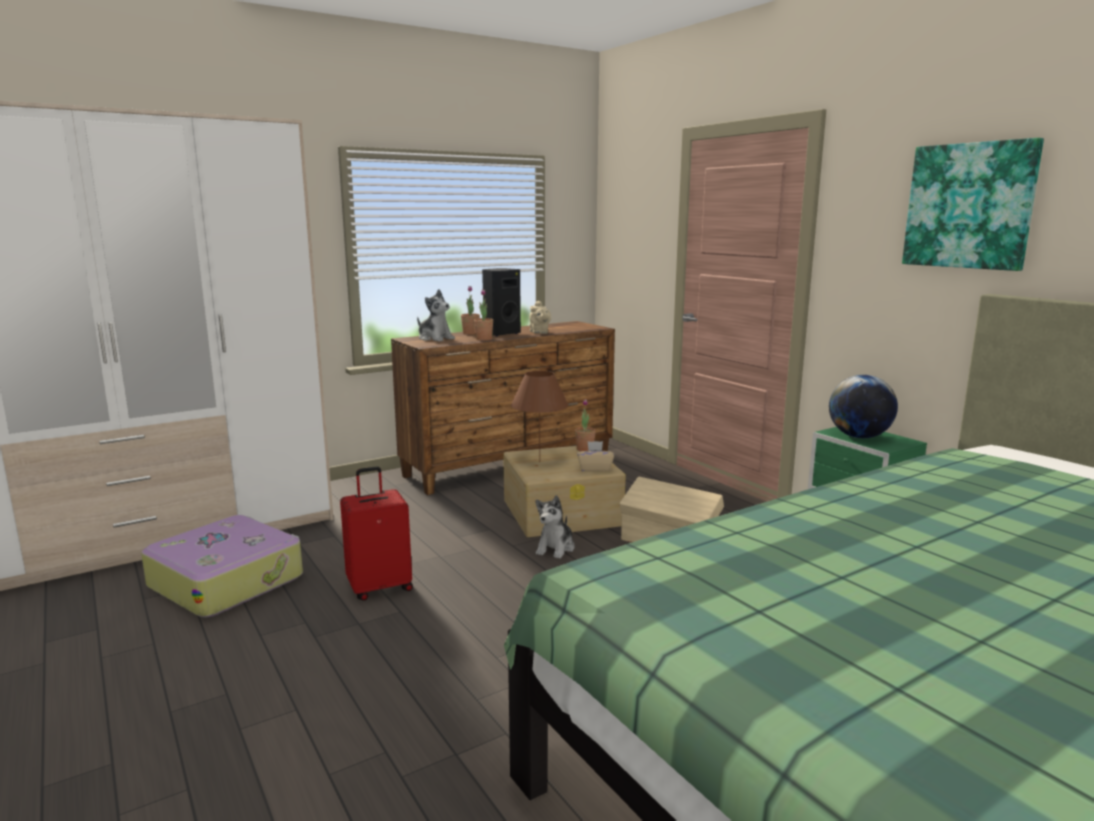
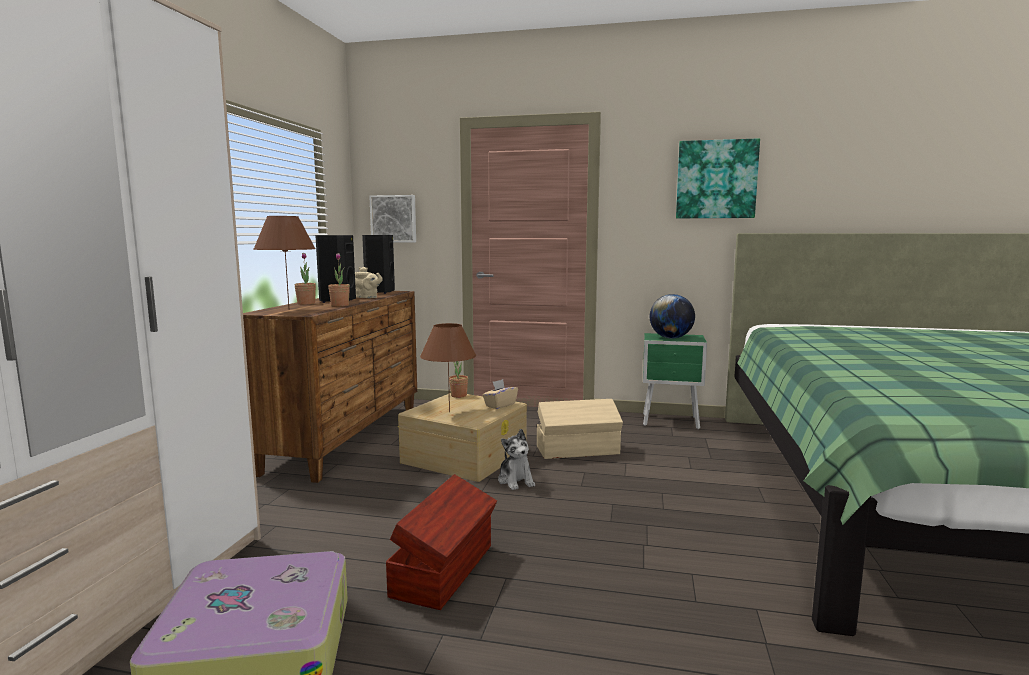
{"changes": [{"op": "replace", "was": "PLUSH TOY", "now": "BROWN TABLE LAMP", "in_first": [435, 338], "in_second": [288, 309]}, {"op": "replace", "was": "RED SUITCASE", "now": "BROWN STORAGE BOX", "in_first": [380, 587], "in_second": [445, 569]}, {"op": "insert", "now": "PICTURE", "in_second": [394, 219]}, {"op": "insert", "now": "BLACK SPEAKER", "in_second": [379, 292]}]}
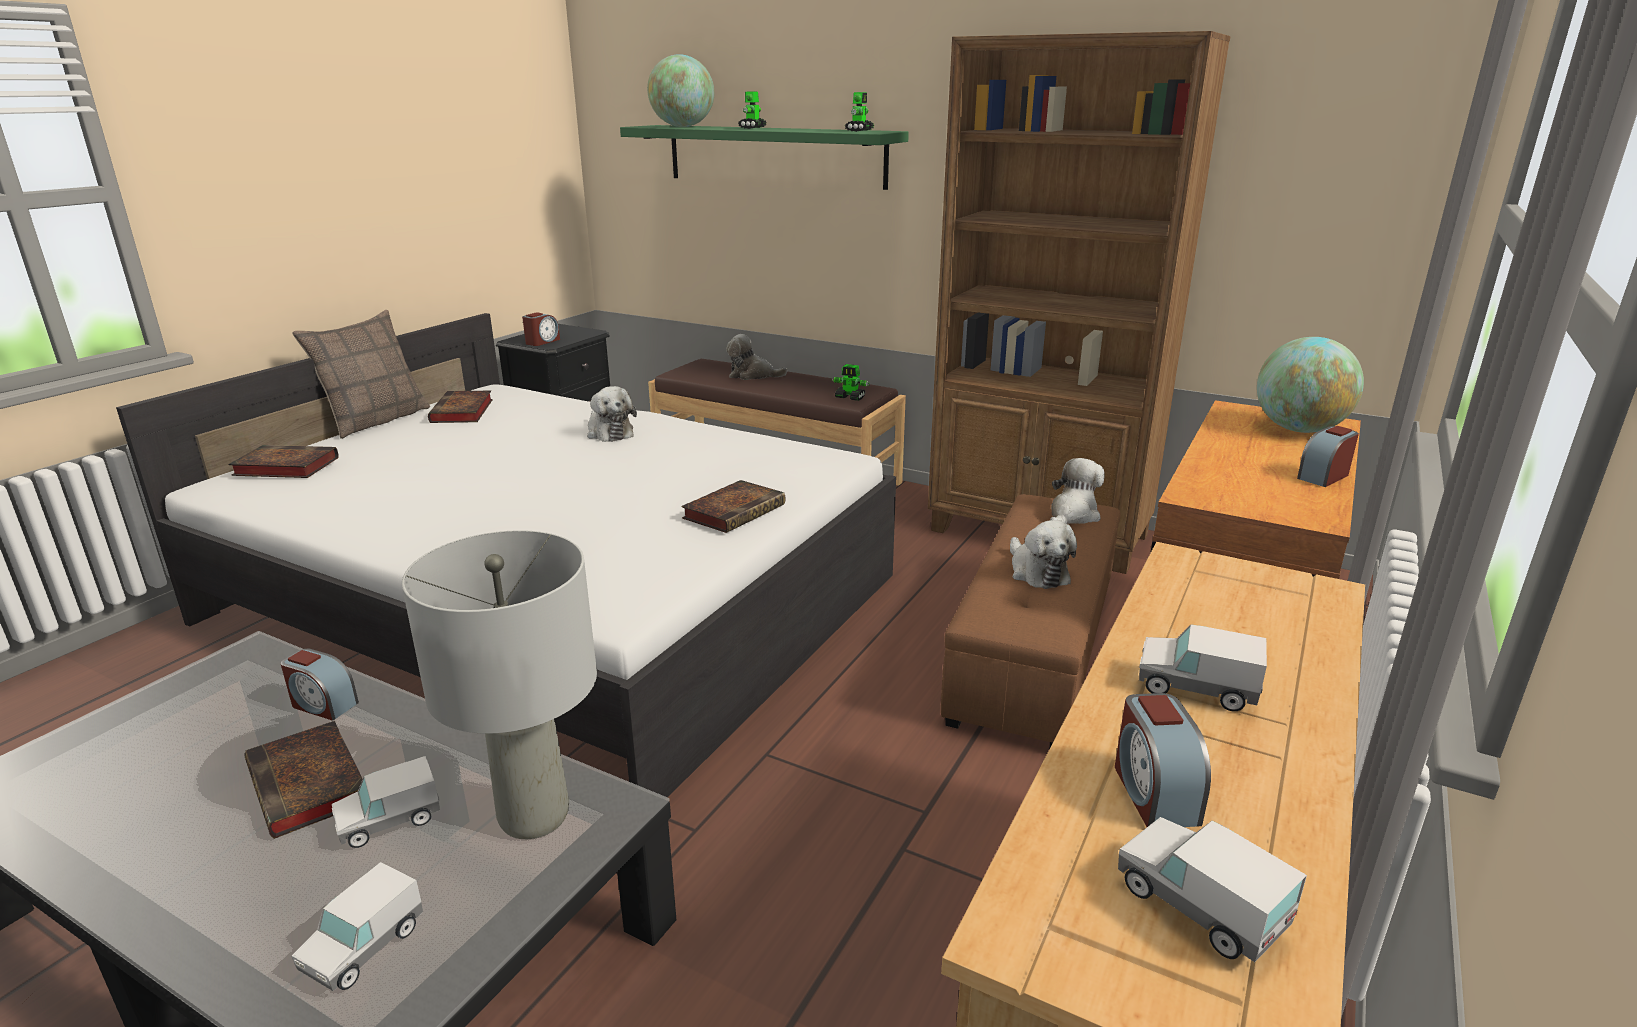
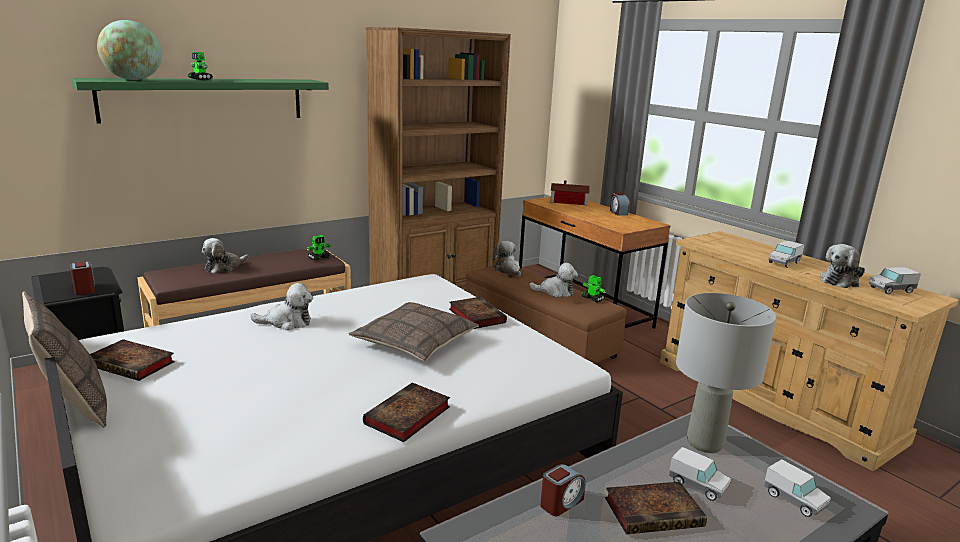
{"changes": [{"op": "move", "was": "TOY ROBOT", "in_first": [859, 131], "in_second": [592, 299]}, {"op": "replace", "was": "GLOBE", "now": "TOY HOUSE", "in_first": [1299, 430], "in_second": [570, 201]}, {"op": "move", "was": "BOOK", "in_first": [283, 467], "in_second": [407, 417]}, {"op": "replace", "was": "ALARM CLOCK", "now": "PLUSH TOY", "in_first": [1153, 792], "in_second": [841, 281]}, {"op": "rotate", "was": "TOY TRUCK", "in_first": [390, 821], "in_second": [697, 485], "clockwise": -45}, {"op": "insert", "now": "PILLOW", "in_second": [414, 342]}]}
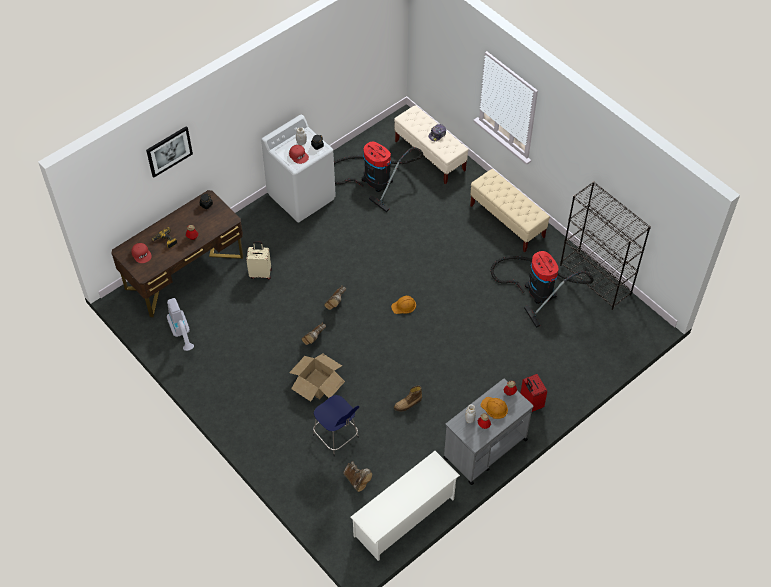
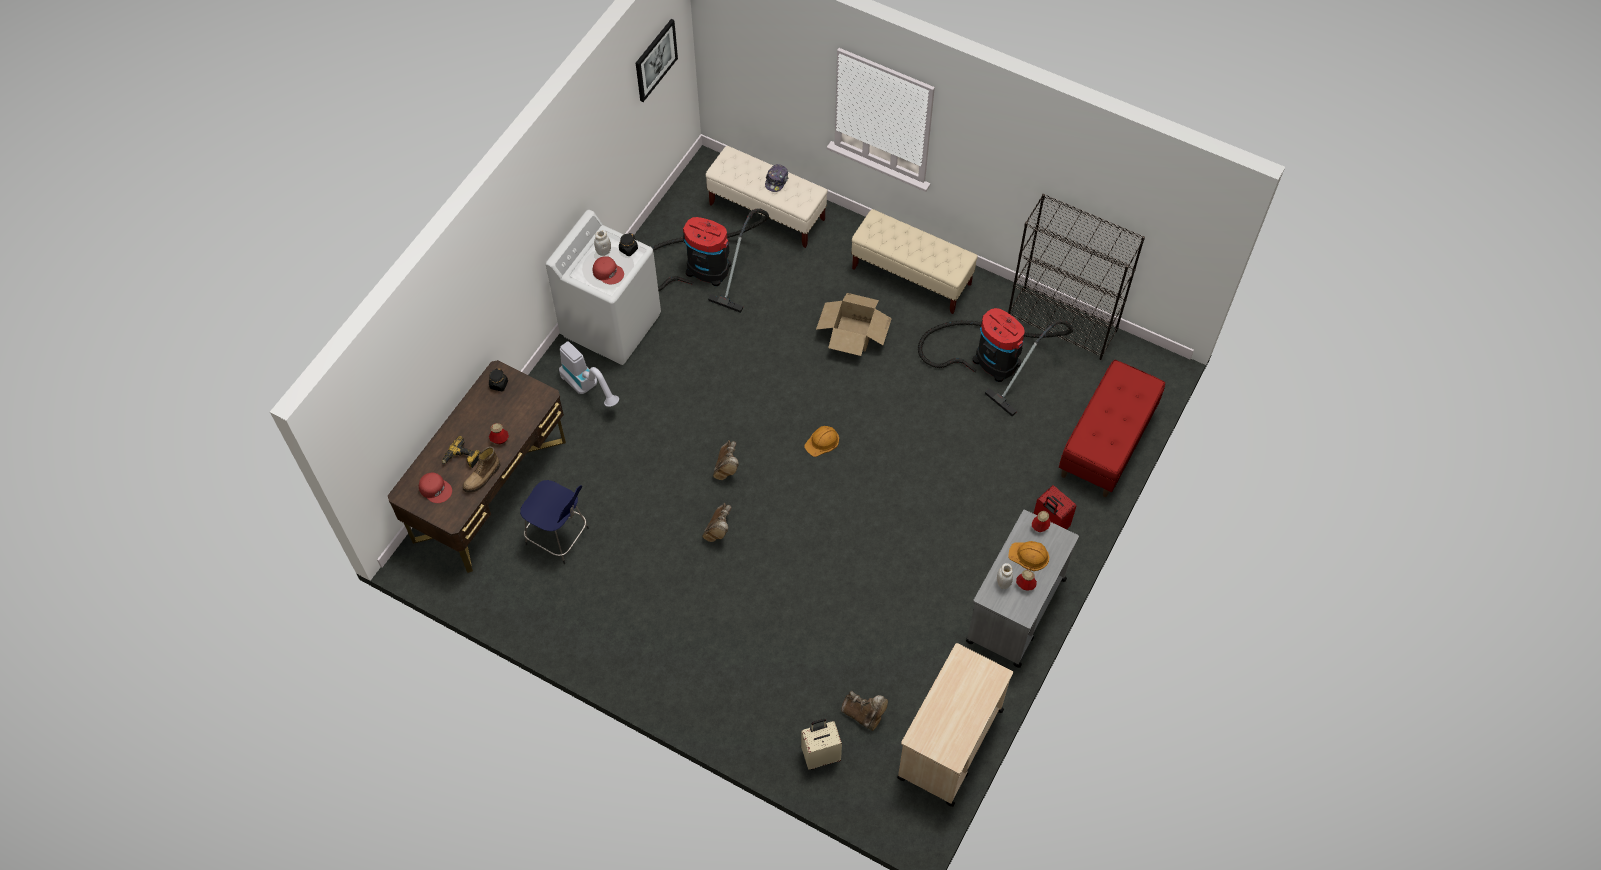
{"changes": [{"op": "move", "was": "PICTURE", "in_first": [169, 151], "in_second": [655, 60]}, {"op": "move", "was": "BEIGE SUITCASE", "in_first": [260, 273], "in_second": [821, 754]}, {"op": "move", "was": "VACUUM CLEANER", "in_first": [182, 334], "in_second": [588, 388]}, {"op": "move", "was": "CARDBOARD BOX", "in_first": [317, 383], "in_second": [853, 333]}, {"op": "move", "was": "BOOT", "in_first": [408, 404], "in_second": [482, 477]}, {"op": "move", "was": "BLUE STOOL", "in_first": [336, 437], "in_second": [559, 537]}, {"op": "replace", "was": "WHITE SHOE RACK", "now": "BEIGE CART", "in_first": [404, 517], "in_second": [949, 744]}, {"op": "insert", "now": "RED BENCH", "in_second": [1107, 443]}]}
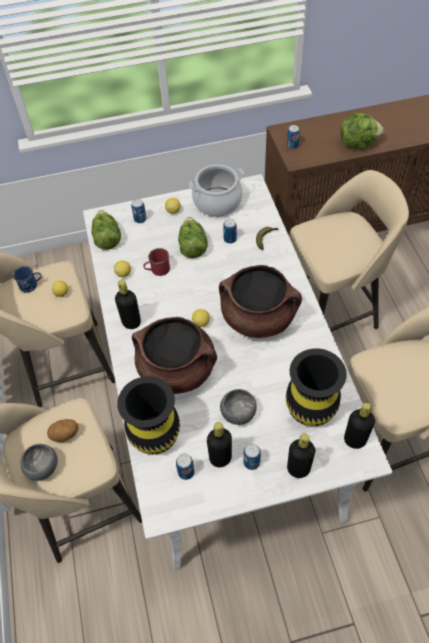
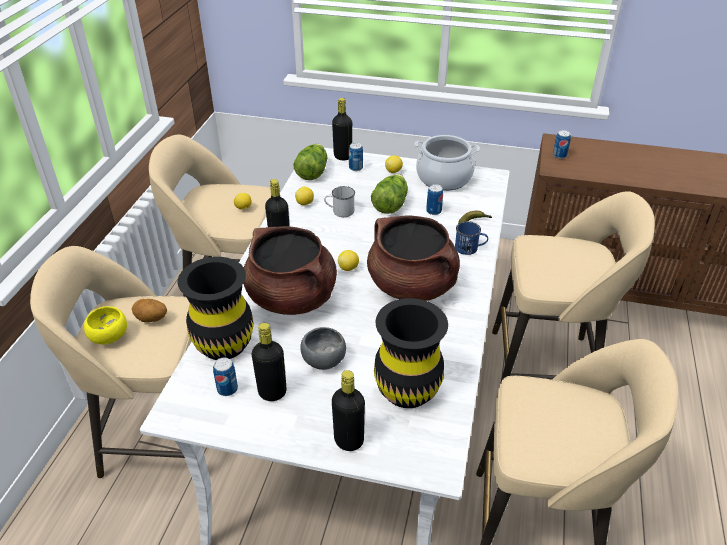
{"changes": [{"op": "delete", "was": "LETTUCE", "in_first": [357, 143]}, {"op": "recolor", "was": "RED MUG", "now": "WHITE MUG", "in_first": [157, 270], "in_second": [340, 211]}, {"op": "move", "was": "BLUE MUG", "in_first": [31, 285], "in_second": [470, 248]}, {"op": "move", "was": "BLACK BOTTLE", "in_first": [354, 440], "in_second": [343, 156]}, {"op": "recolor", "was": "GREY BOWL", "now": "YELLOW BOWL", "in_first": [43, 467], "in_second": [110, 337]}, {"op": "delete", "was": "CAN", "in_first": [251, 462]}]}
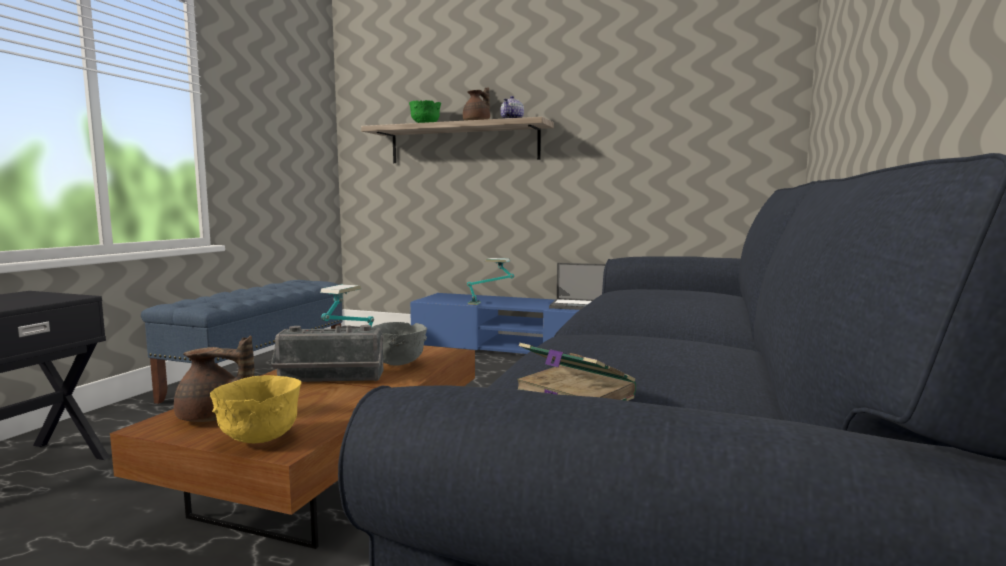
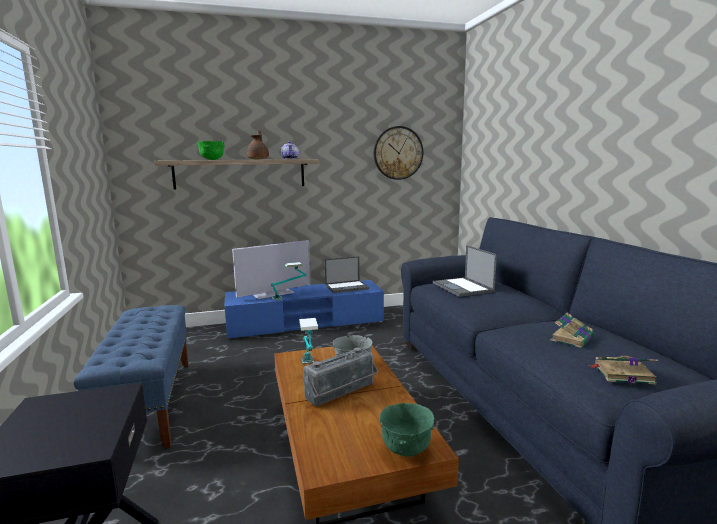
{"changes": [{"op": "delete", "was": "BROWN TEAPOT", "in_first": [213, 417]}, {"op": "recolor", "was": "YELLOW BOWL", "now": "GREEN BOWL", "in_first": [260, 439], "in_second": [406, 450]}, {"op": "insert", "now": "WALL CLOCK", "in_second": [398, 153]}, {"op": "insert", "now": "TELEVISION", "in_second": [274, 294]}, {"op": "insert", "now": "LAPTOP", "in_second": [463, 287]}, {"op": "insert", "now": "BOOK", "in_second": [572, 338]}]}
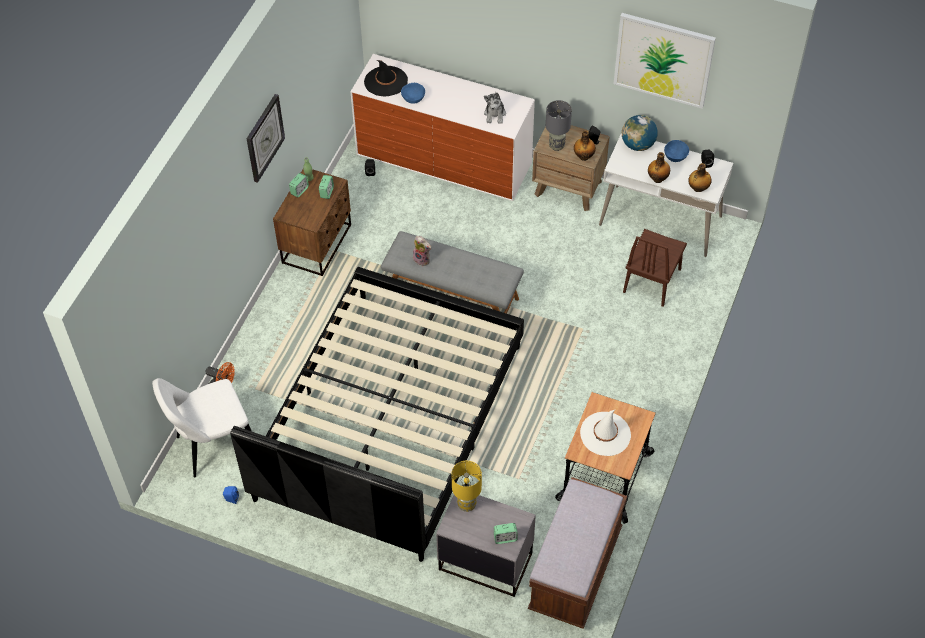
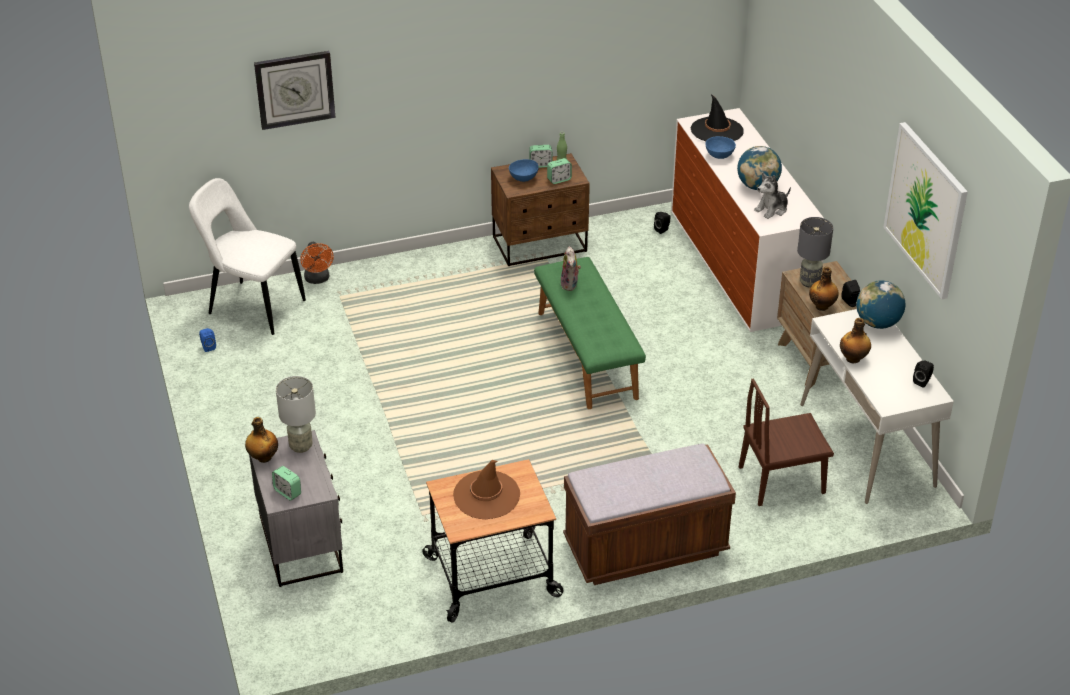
{"changes": [{"op": "move", "was": "WALL CLOCK", "in_first": [264, 138], "in_second": [295, 89]}, {"op": "move", "was": "BLUE BOWL", "in_first": [675, 157], "in_second": [524, 178]}, {"op": "move", "was": "BOTTLE", "in_first": [698, 188], "in_second": [263, 457]}, {"op": "recolor", "was": "GREY BENCH", "now": "GREEN BENCH", "in_first": [452, 295], "in_second": [586, 355]}, {"op": "delete", "was": "BLACK BED", "in_first": [389, 421]}, {"op": "recolor", "was": "WHITE HAT", "now": "BROWN HAT", "in_first": [605, 434], "in_second": [486, 495]}, {"op": "recolor", "was": "YELLOW TABLE LAMP", "now": "GREY TABLE LAMP", "in_first": [467, 505], "in_second": [300, 446]}, {"op": "move", "was": "BROWN BENCH", "in_first": [575, 570], "in_second": [645, 548]}, {"op": "insert", "now": "GLOBE", "in_second": [757, 186]}]}
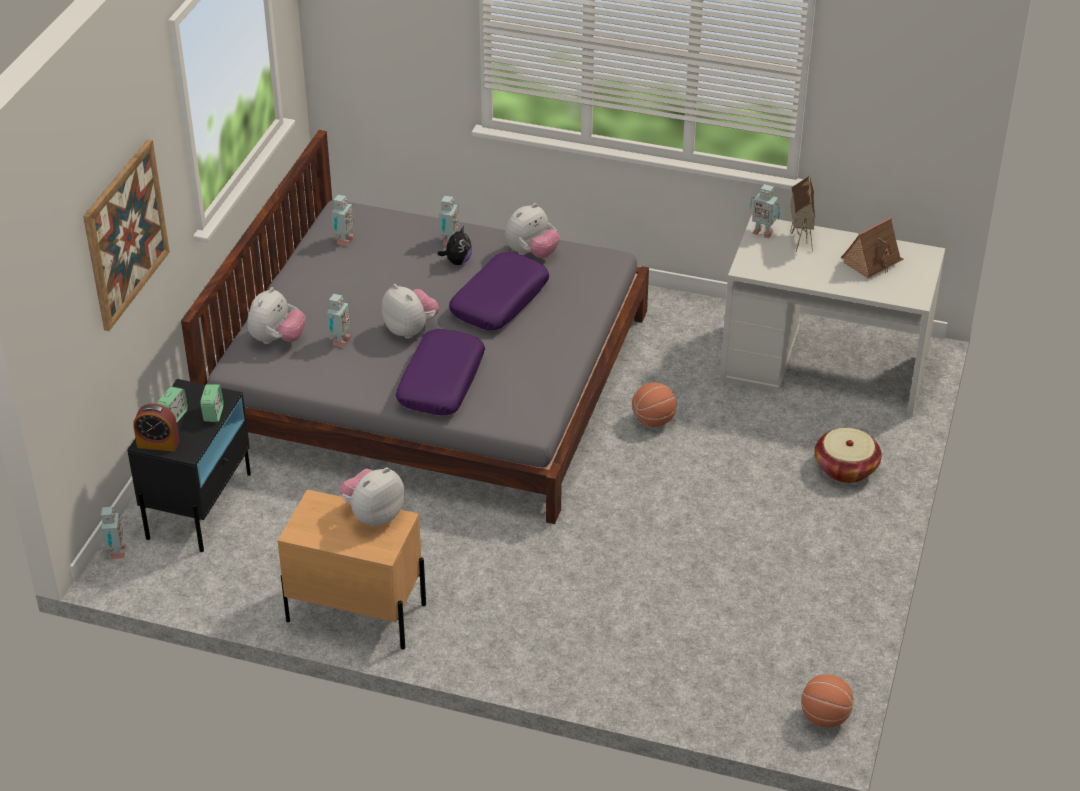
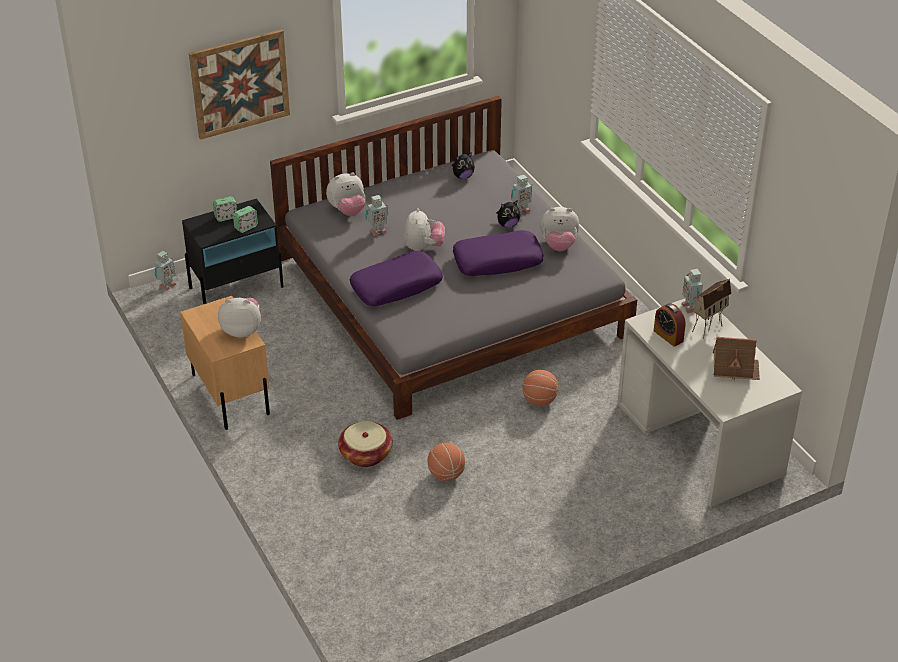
{"changes": [{"op": "replace", "was": "TOY ROBOT", "now": "PLUSH TOY", "in_first": [343, 240], "in_second": [463, 176]}, {"op": "move", "was": "ALARM CLOCK", "in_first": [158, 444], "in_second": [668, 336]}, {"op": "move", "was": "BASKET", "in_first": [845, 468], "in_second": [366, 454]}, {"op": "move", "was": "BASKETBALL", "in_first": [825, 717], "in_second": [446, 475]}]}
